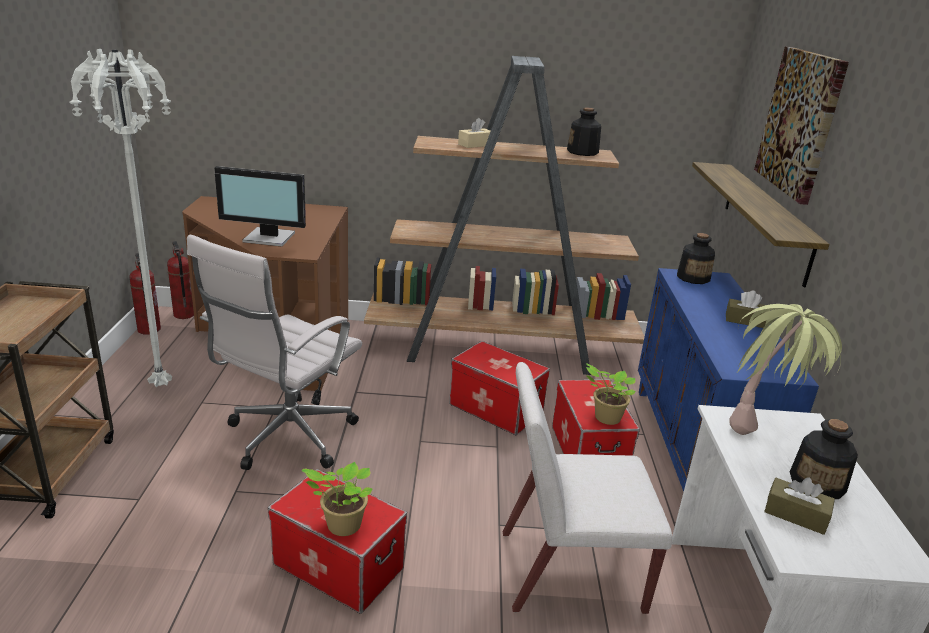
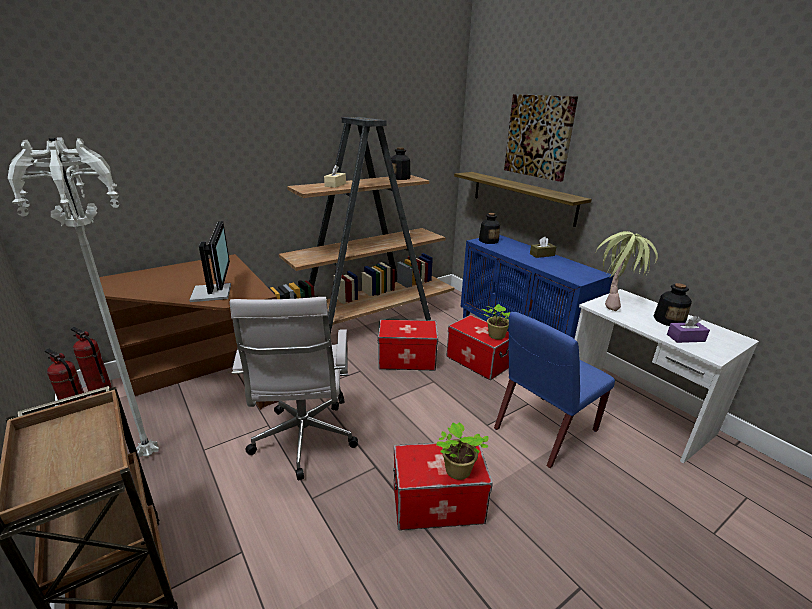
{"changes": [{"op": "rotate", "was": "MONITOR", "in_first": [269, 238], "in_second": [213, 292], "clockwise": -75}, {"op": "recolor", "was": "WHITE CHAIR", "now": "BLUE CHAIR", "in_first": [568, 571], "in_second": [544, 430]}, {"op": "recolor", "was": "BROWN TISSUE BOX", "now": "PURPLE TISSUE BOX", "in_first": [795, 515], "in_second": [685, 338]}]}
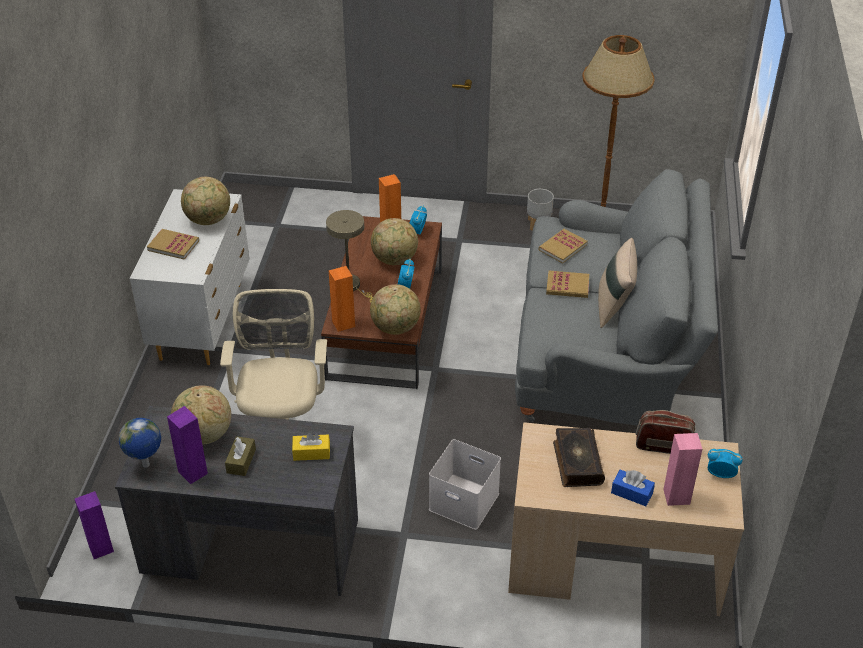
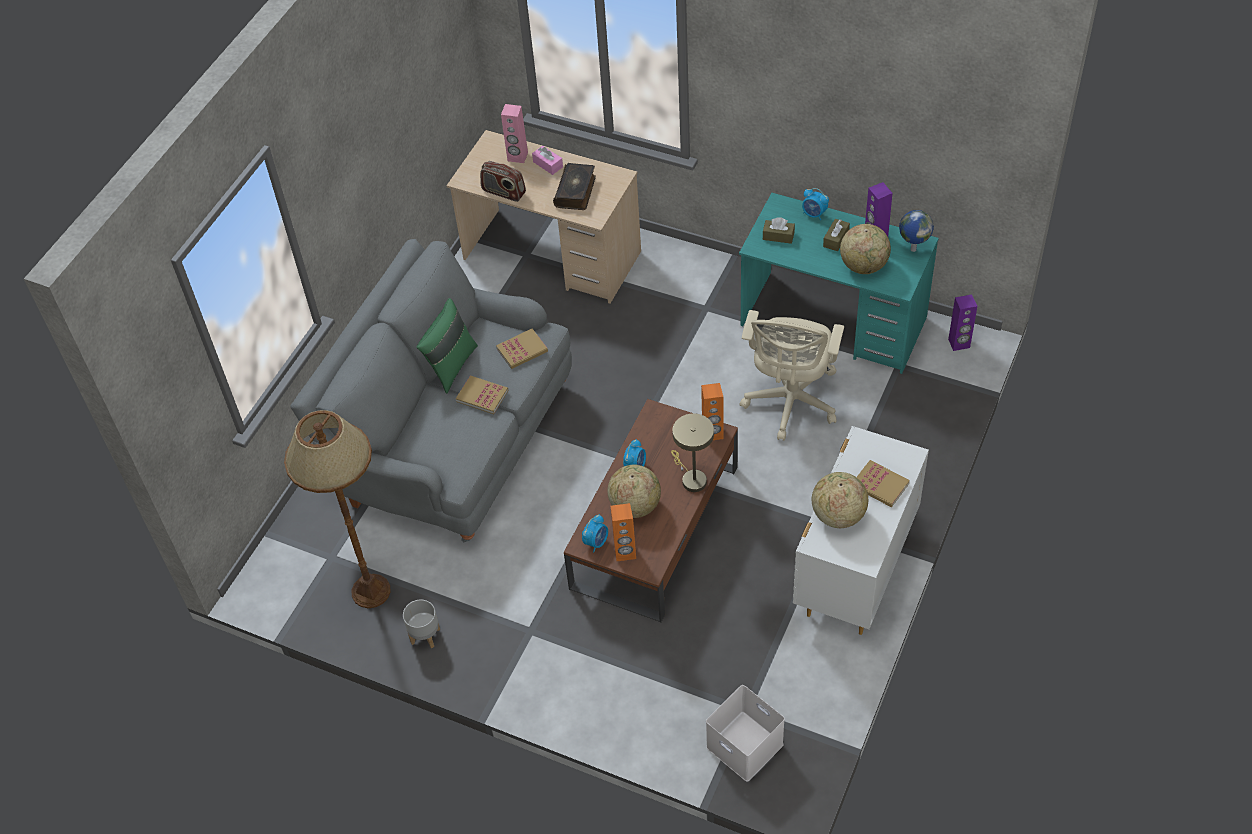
{"changes": [{"op": "move", "was": "BOOK", "in_first": [562, 247], "in_second": [522, 350]}, {"op": "recolor", "was": "BEIGE PILLOW", "now": "GREEN PILLOW", "in_first": [614, 307], "in_second": [451, 365]}, {"op": "delete", "was": "GLOBE", "in_first": [396, 328]}, {"op": "recolor", "was": "GREY DESK", "now": "TURQUOISE DESK", "in_first": [250, 546], "in_second": [833, 322]}, {"op": "recolor", "was": "YELLOW TISSUE BOX", "now": "BROWN TISSUE BOX", "in_first": [311, 452], "in_second": [778, 236]}, {"op": "move", "was": "WHITE STORAGE BOX", "in_first": [462, 502], "in_second": [746, 745]}, {"op": "move", "was": "ALARM CLOCK", "in_first": [720, 474], "in_second": [814, 214]}, {"op": "recolor", "was": "BLUE TISSUE BOX", "now": "PINK TISSUE BOX", "in_first": [631, 493], "in_second": [548, 164]}]}
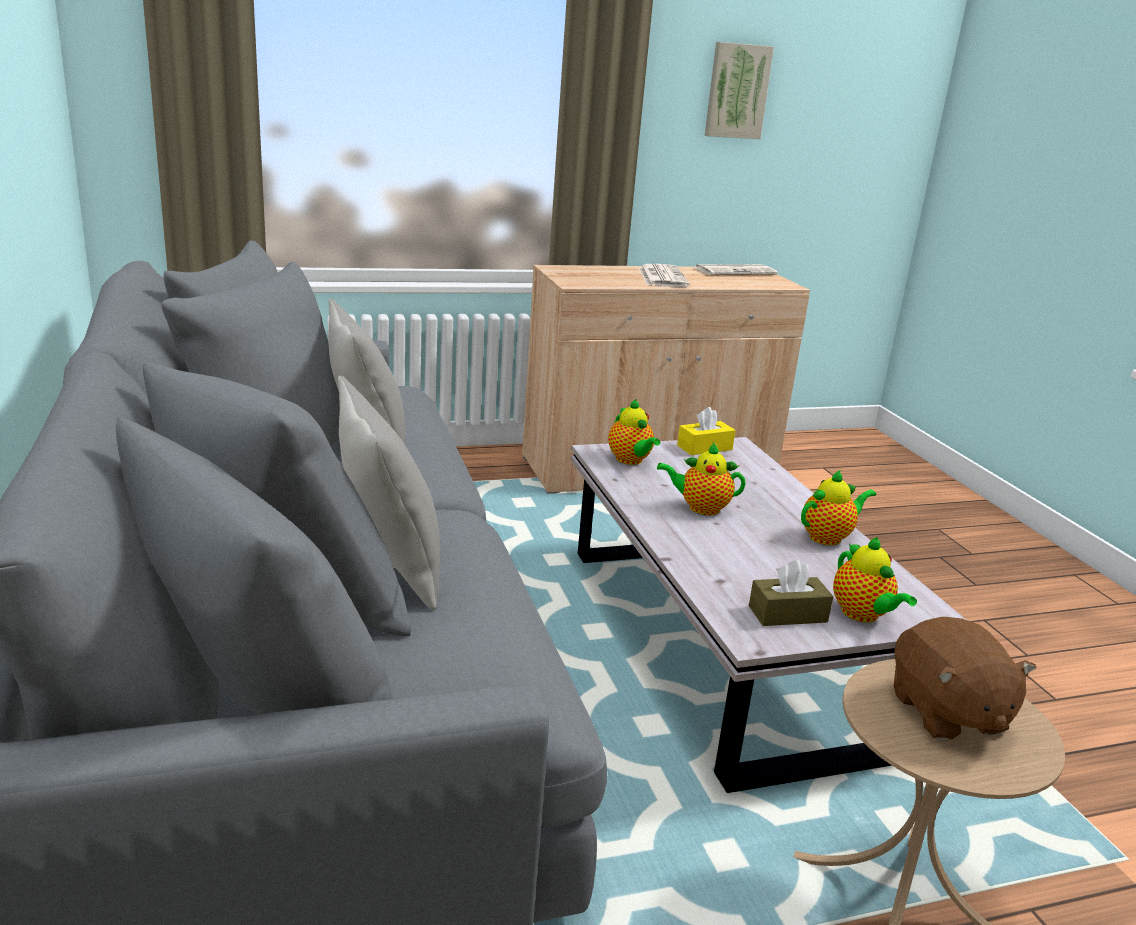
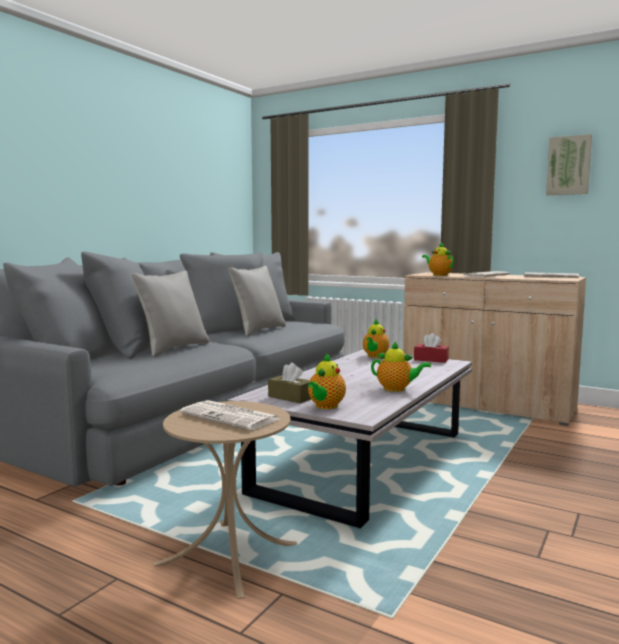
{"changes": [{"op": "recolor", "was": "YELLOW TISSUE BOX", "now": "RED TISSUE BOX", "in_first": [704, 447], "in_second": [431, 359]}, {"op": "move", "was": "TEAPOT", "in_first": [700, 508], "in_second": [438, 275]}, {"op": "replace", "was": "BROWN PLUSH TOY", "now": "NEWSPAPER", "in_first": [946, 713], "in_second": [231, 416]}]}
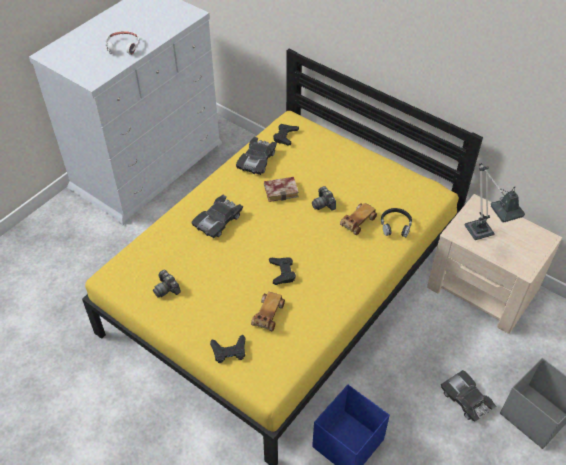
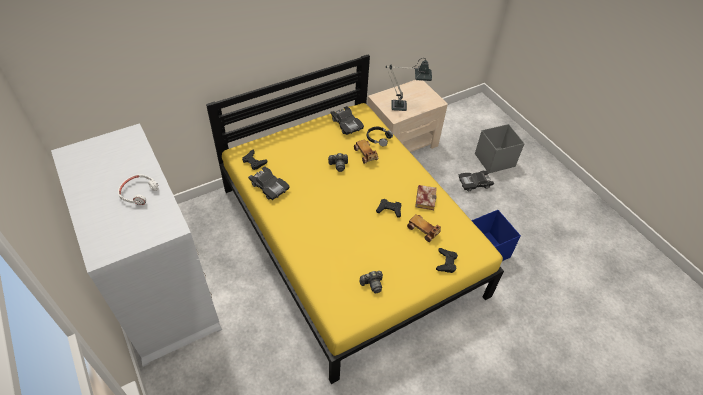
{"changes": [{"op": "move", "was": "BOOK", "in_first": [282, 191], "in_second": [424, 198]}, {"op": "move", "was": "BLACK TOY CAR", "in_first": [218, 221], "in_second": [346, 124]}]}
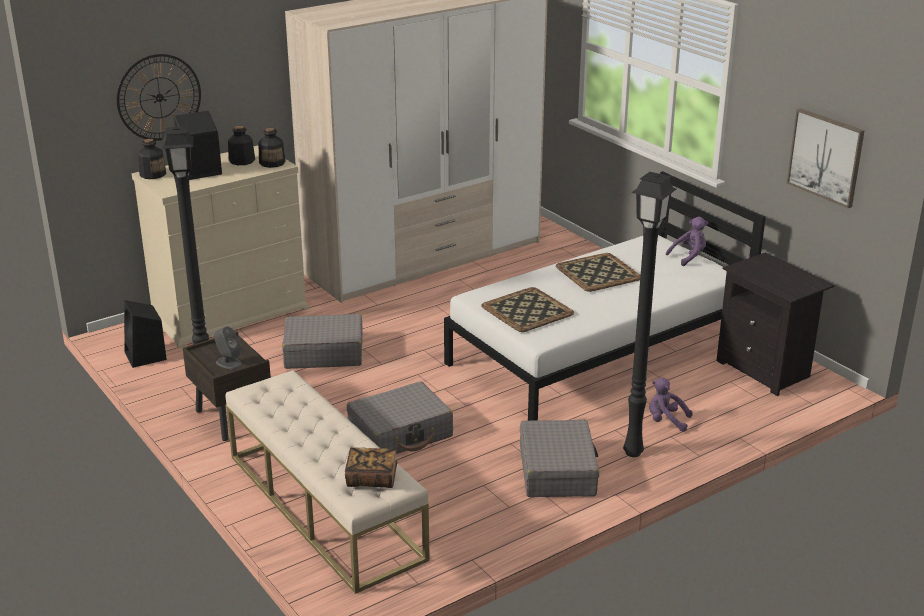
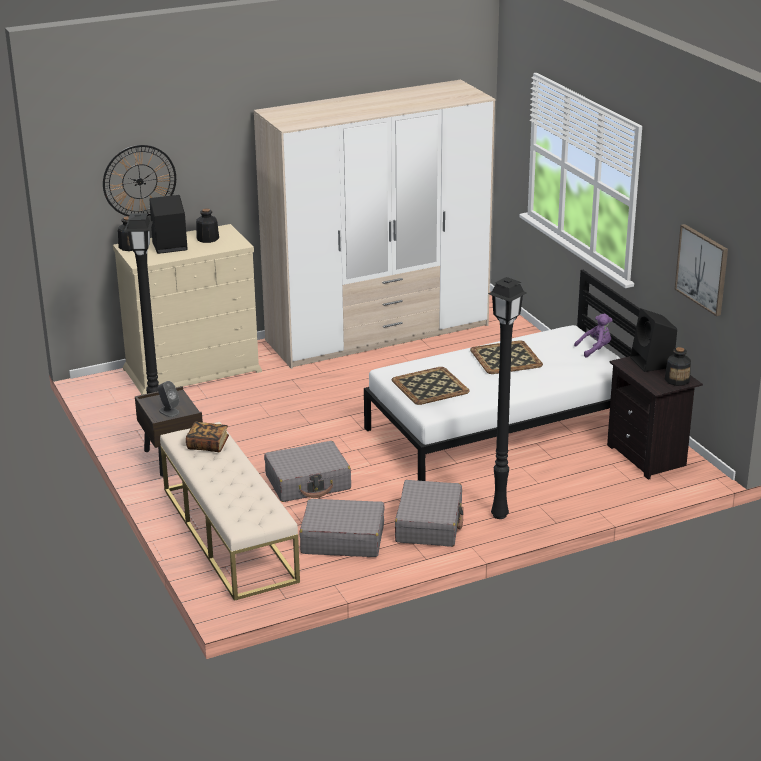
{"changes": [{"op": "move", "was": "BOTTLE", "in_first": [272, 163], "in_second": [677, 380]}, {"op": "move", "was": "BLACK SPEAKER", "in_first": [146, 356], "in_second": [652, 363]}, {"op": "move", "was": "GREY SUITCASE", "in_first": [323, 353], "in_second": [342, 539]}, {"op": "delete", "was": "PURPLE PLUSH TOY", "in_first": [666, 421]}, {"op": "move", "was": "BOOK", "in_first": [371, 478], "in_second": [208, 445]}]}
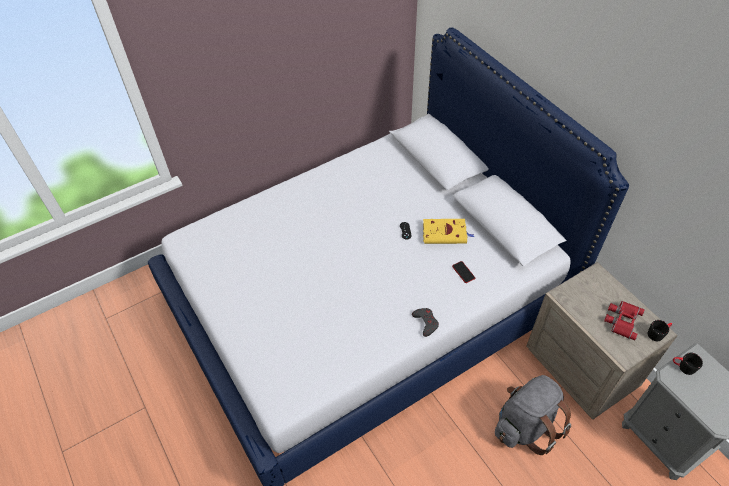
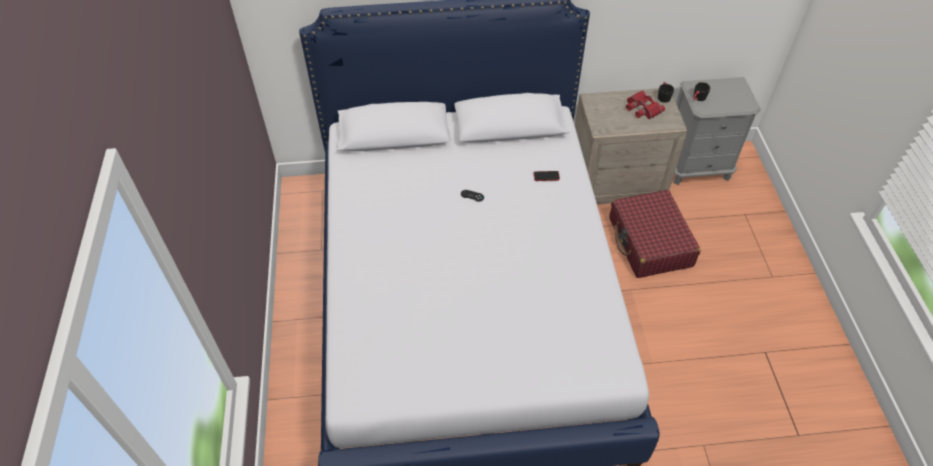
{"changes": [{"op": "delete", "was": "YELLOW BOOK", "in_first": [445, 233]}, {"op": "delete", "was": "GREY GAME CONTROLLER", "in_first": [425, 322]}, {"op": "replace", "was": "GREY BACKPACK", "now": "RED SUITCASE", "in_first": [525, 425], "in_second": [650, 242]}]}
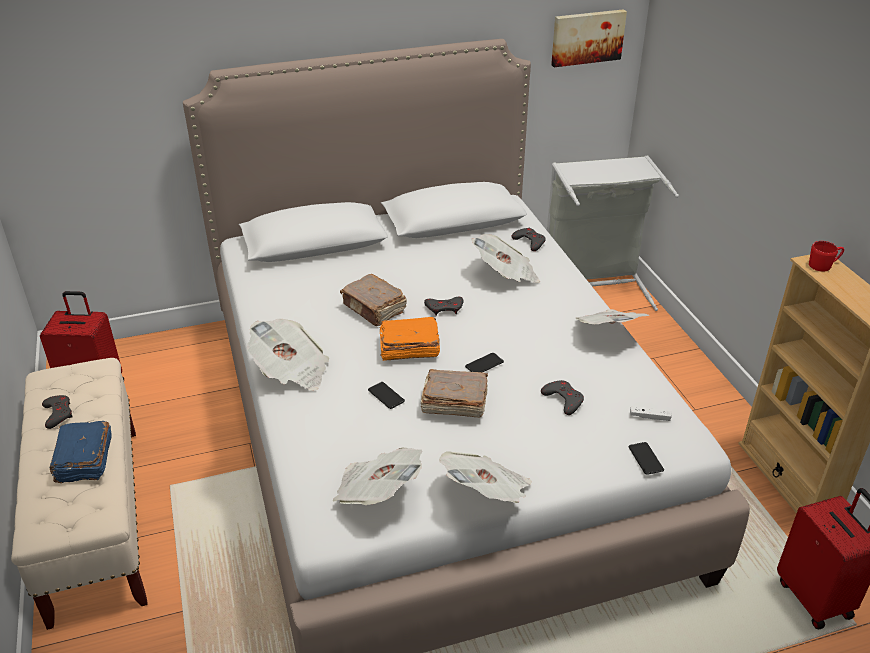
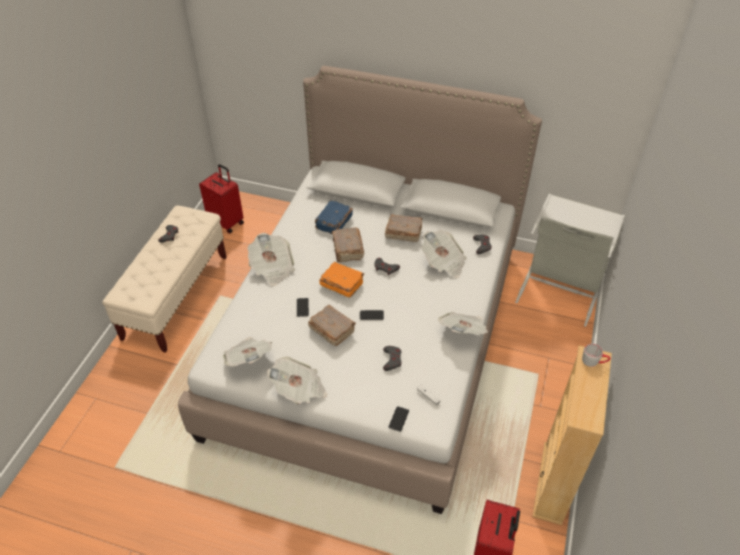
{"changes": [{"op": "delete", "was": "PICTURE", "in_first": [587, 37]}, {"op": "recolor", "was": "RED MUG", "now": "GREY MUG", "in_first": [824, 265], "in_second": [594, 361]}, {"op": "move", "was": "BLUE BOOK", "in_first": [84, 461], "in_second": [333, 223]}, {"op": "insert", "now": "BROWN BOOK", "in_second": [403, 233]}]}
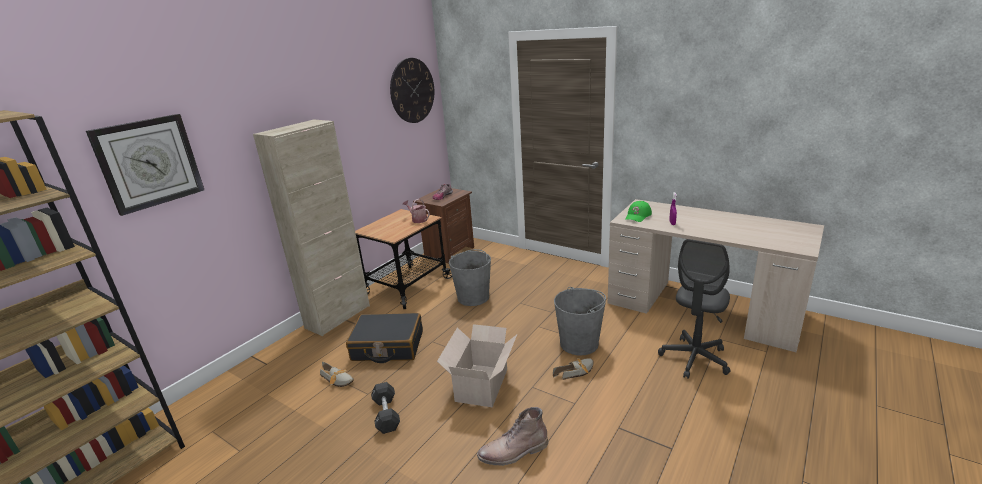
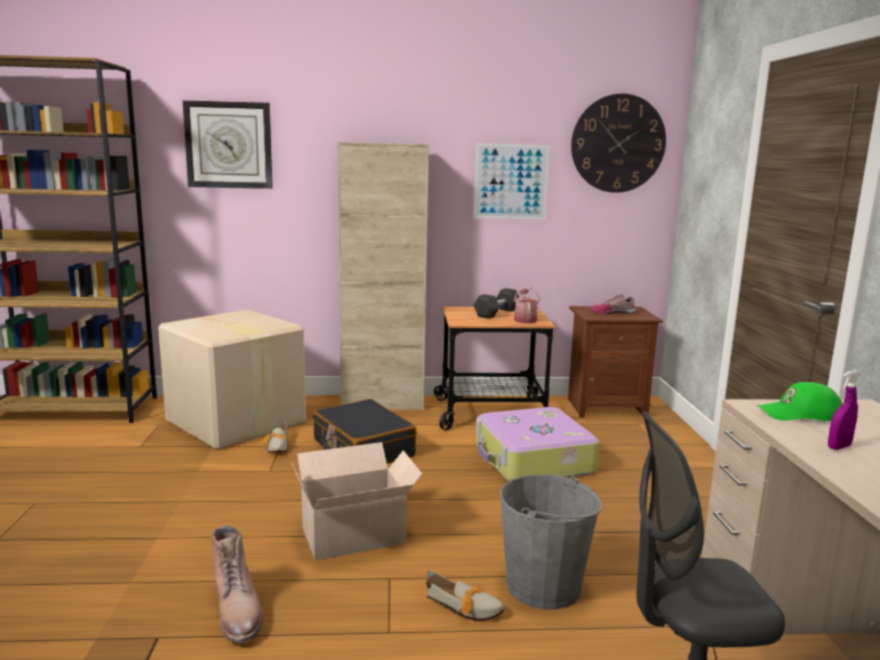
{"changes": [{"op": "replace", "was": "GREY BUCKET", "now": "SUITCASE", "in_first": [473, 297], "in_second": [532, 460]}, {"op": "move", "was": "BLACK DUMBBELL", "in_first": [386, 414], "in_second": [497, 313]}, {"op": "rotate", "was": "BROWN BOOT", "in_first": [513, 452], "in_second": [239, 610], "clockwise": -150}, {"op": "insert", "now": "PICTURE", "in_second": [511, 181]}, {"op": "insert", "now": "CARDBOARD BOX", "in_second": [235, 423]}]}
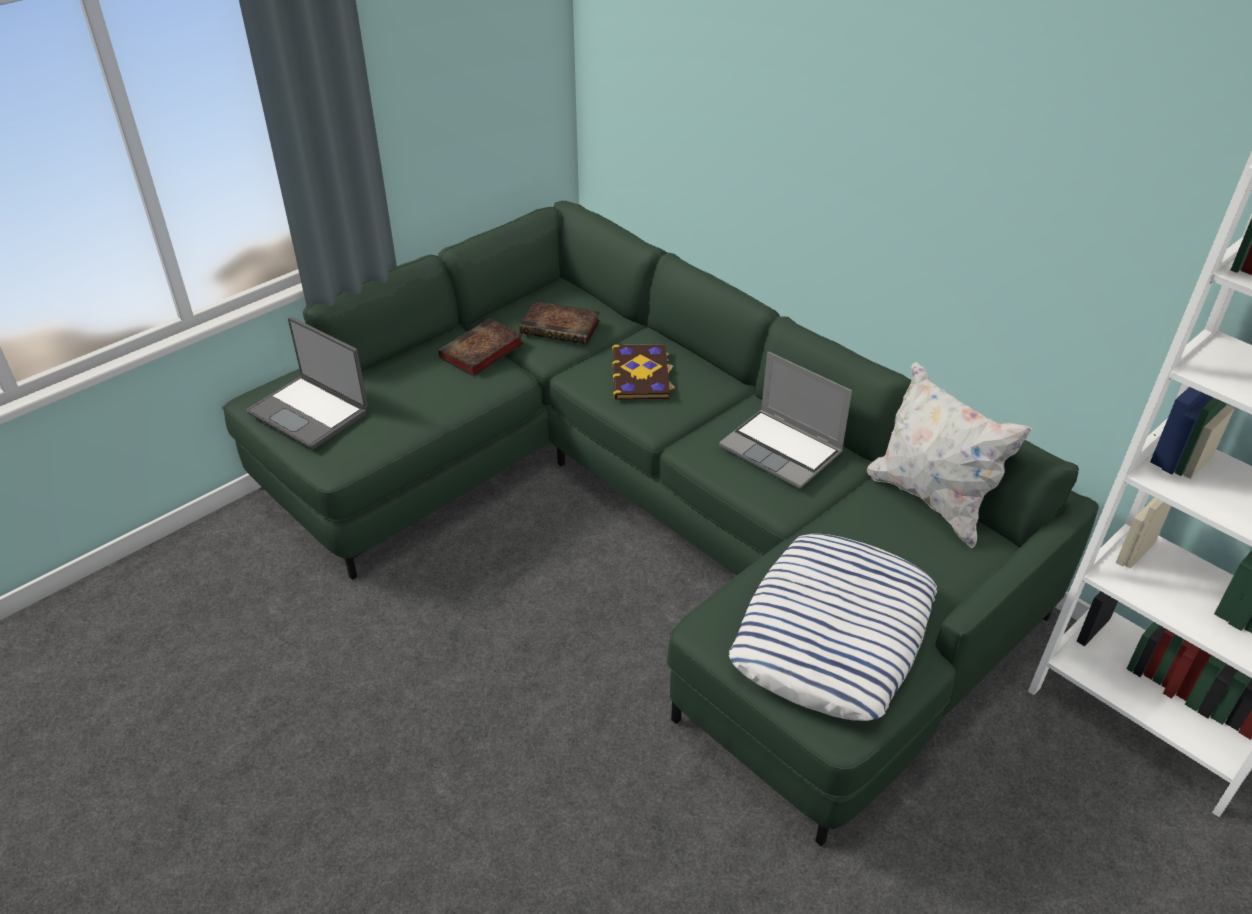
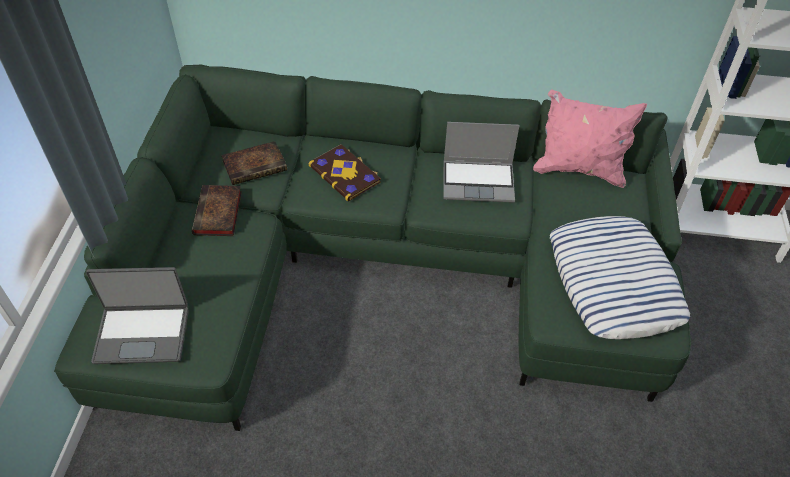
{"changes": [{"op": "recolor", "was": "WHITE PILLOW", "now": "PINK PILLOW", "in_first": [931, 500], "in_second": [578, 169]}]}
